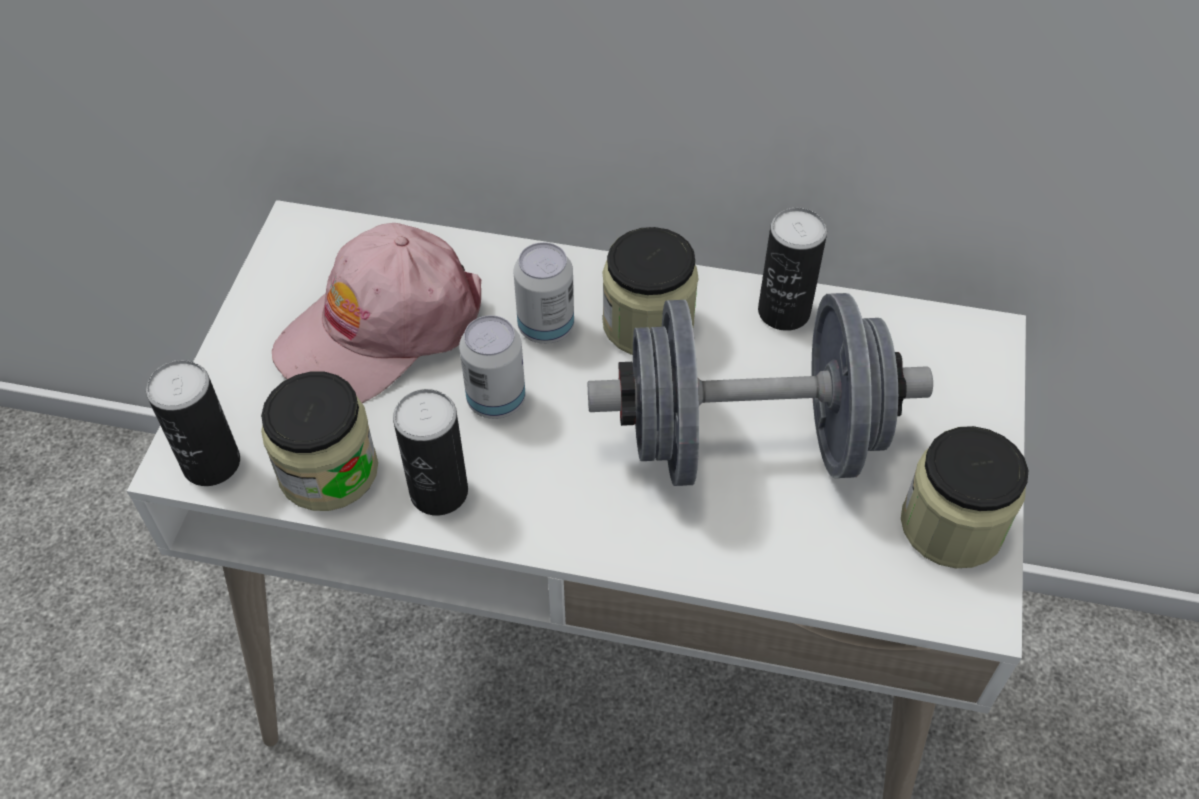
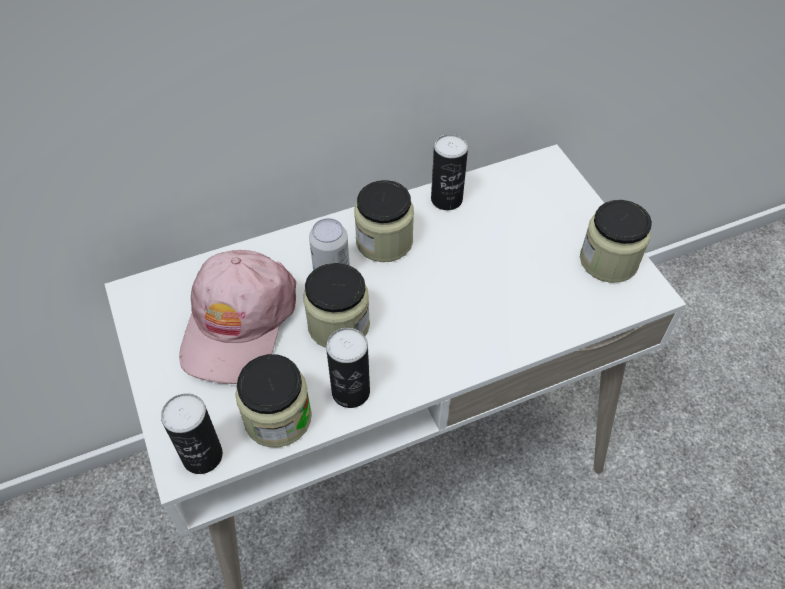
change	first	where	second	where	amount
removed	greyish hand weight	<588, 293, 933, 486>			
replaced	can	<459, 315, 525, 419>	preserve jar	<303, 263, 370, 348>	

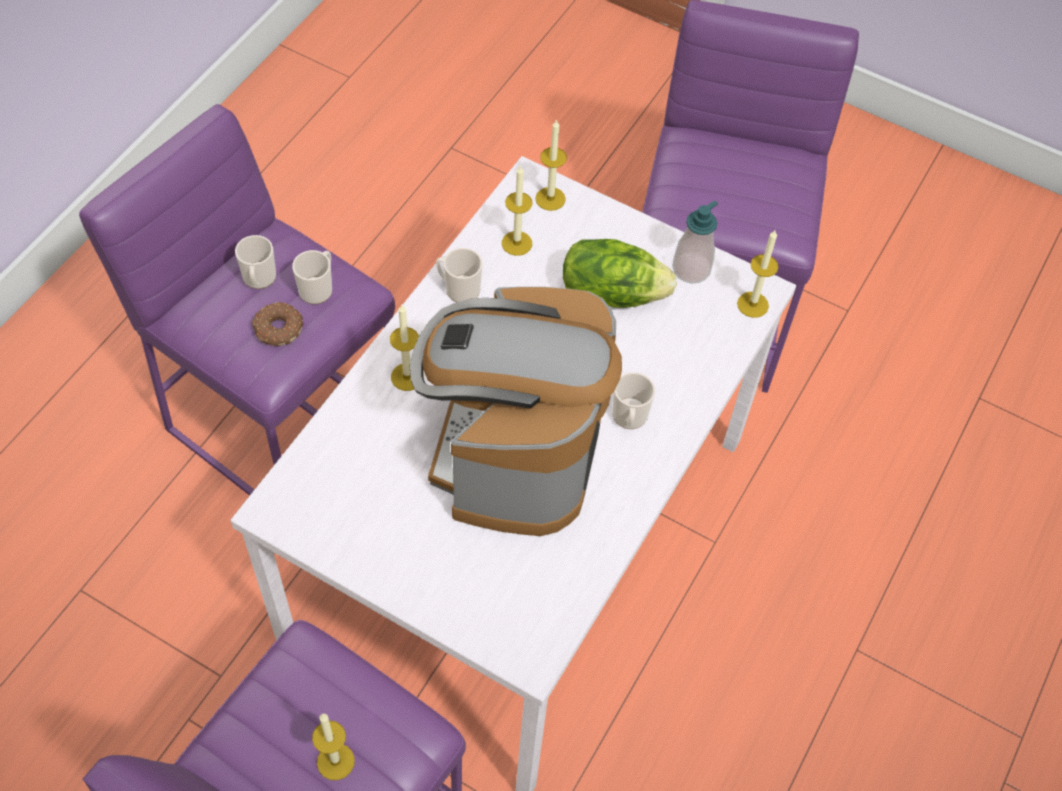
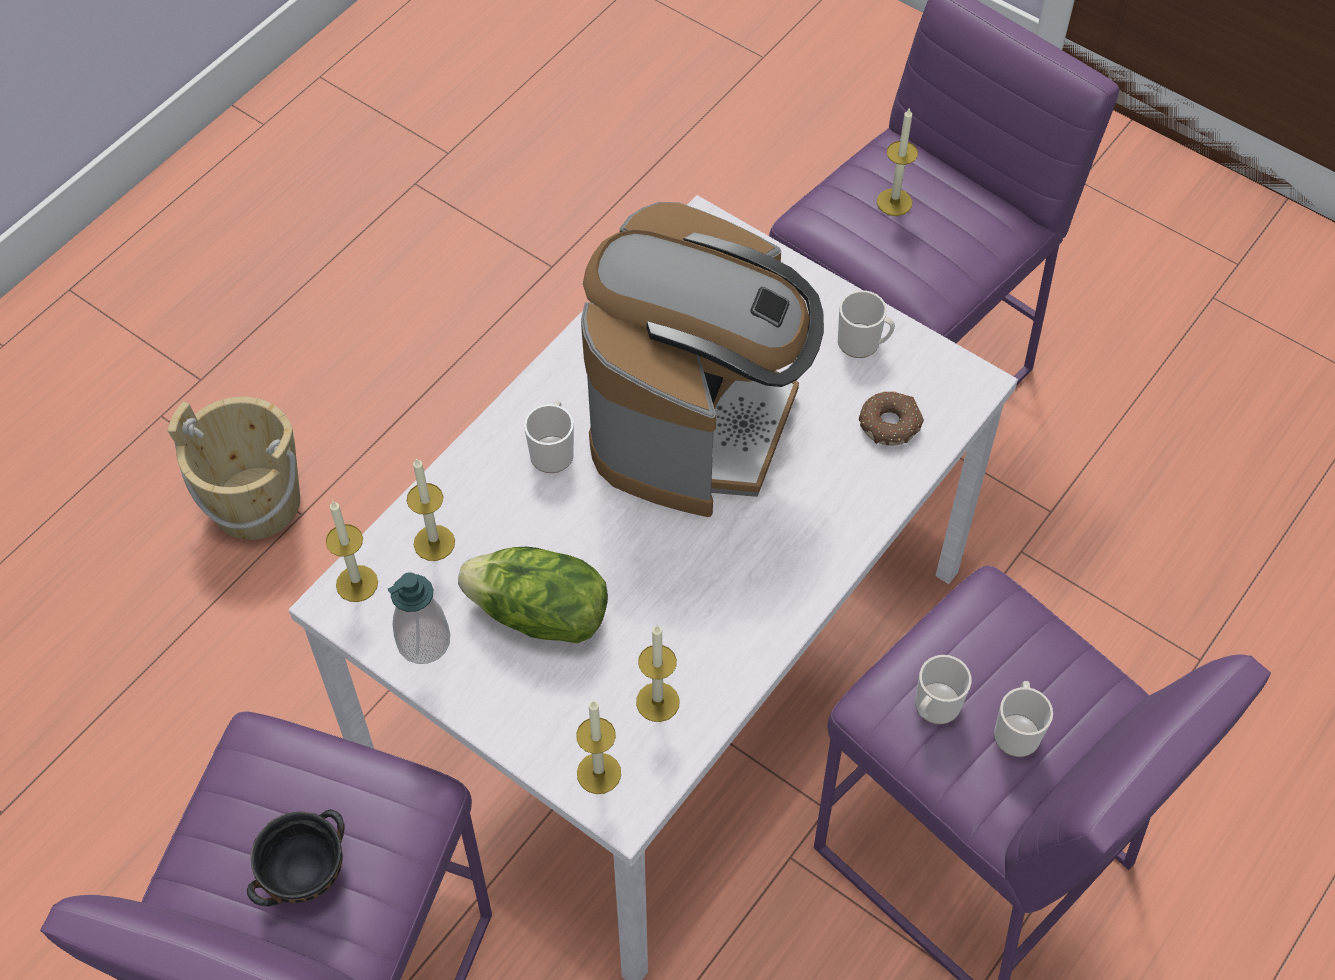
change	first	where	second	where	amount
added			beige water bucket	<168, 397, 300, 540>	
added			black-coloured bowl	<247, 809, 345, 906>	
moved	doughnut	<252, 302, 304, 347>		<859, 391, 924, 446>	
moved	candle	<390, 305, 424, 391>		<407, 458, 455, 561>	
moved	coffee mug	<436, 248, 482, 302>		<838, 290, 895, 358>	

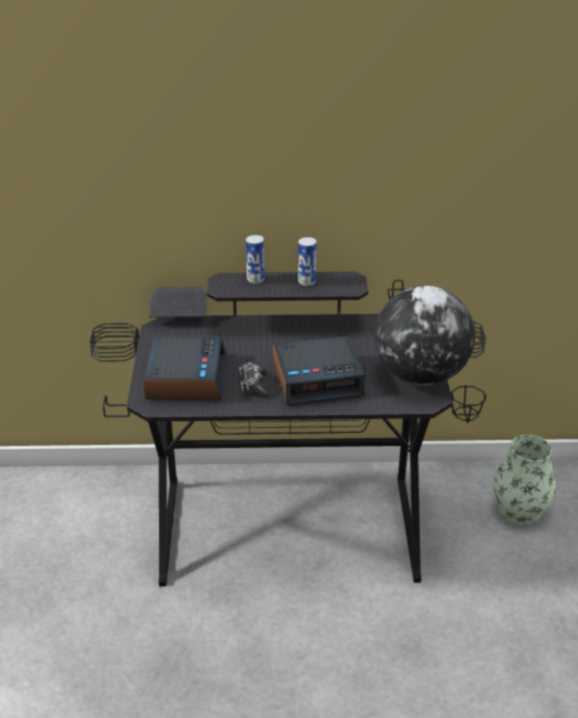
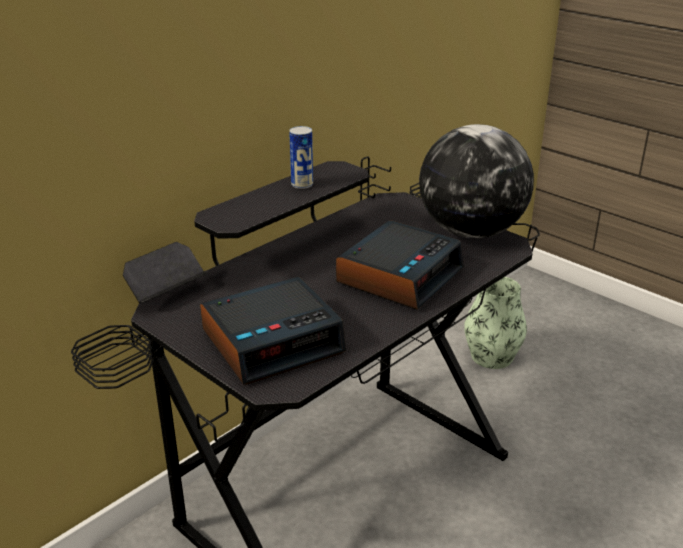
change	first	where	second	where	amount
removed	gamepad	<239, 362, 270, 398>			
removed	can	<246, 235, 265, 284>			
turned	alarm clock	<144, 335, 227, 400>		<200, 277, 346, 385>	105 degrees clockwise

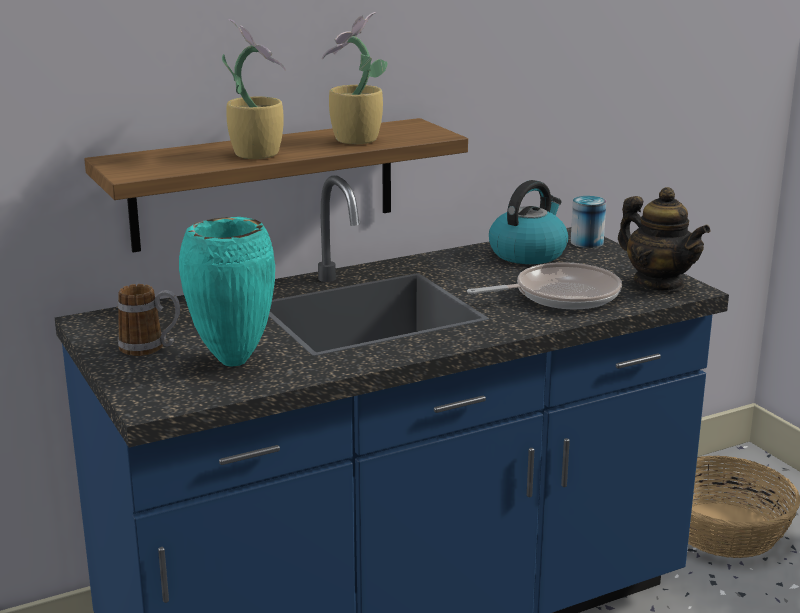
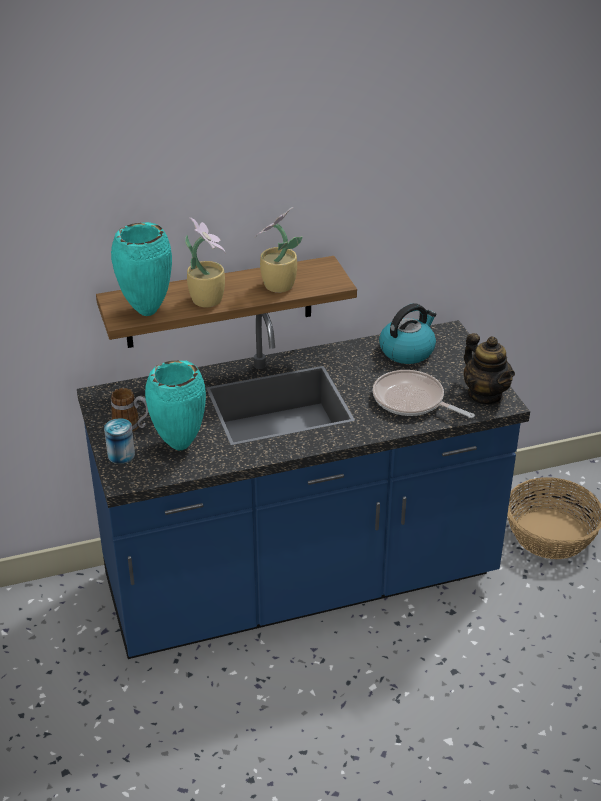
change	first	where	second	where	amount
added			turquoise-coloured decorative vase	<111, 222, 172, 316>	
moved	can	<571, 196, 606, 248>		<104, 418, 135, 464>	
turned	frying pan	<467, 262, 622, 309>		<373, 370, 475, 418>	135 degrees counterclockwise

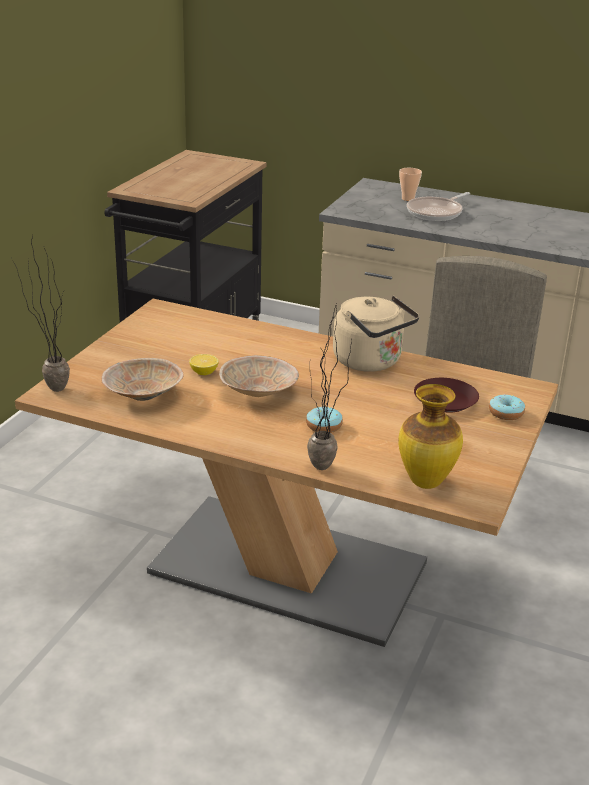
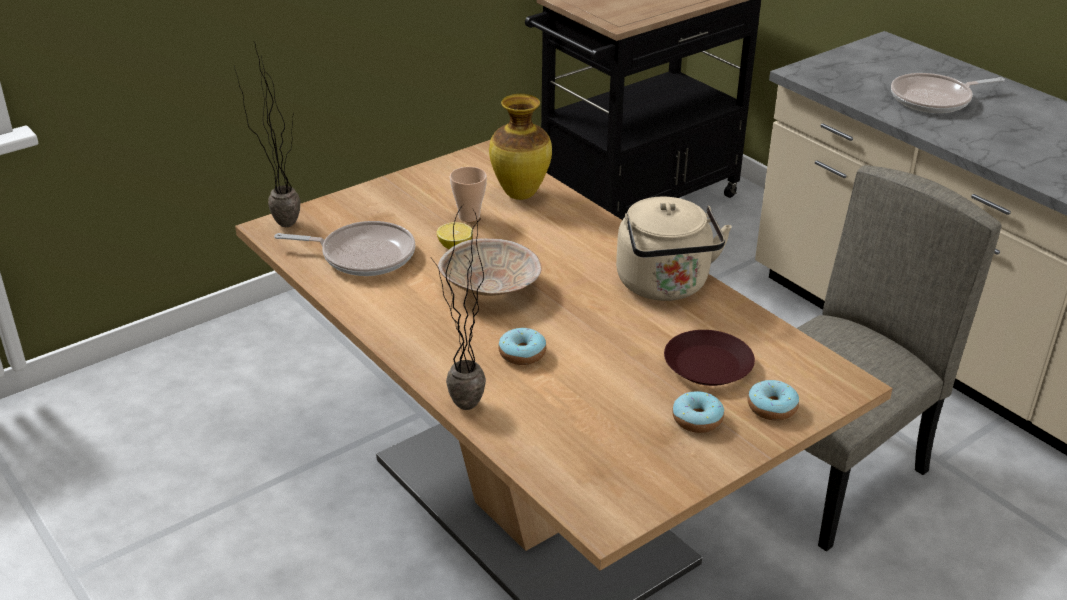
change	first	where	second	where	amount
added			doughnut	<672, 391, 724, 433>	
moved	drinking cup	<399, 168, 422, 201>		<450, 167, 487, 222>	
moved	decorative vase	<399, 384, 463, 489>		<489, 94, 552, 200>	
replaced	beige bowl	<101, 358, 183, 401>	frying pan	<274, 221, 415, 276>	

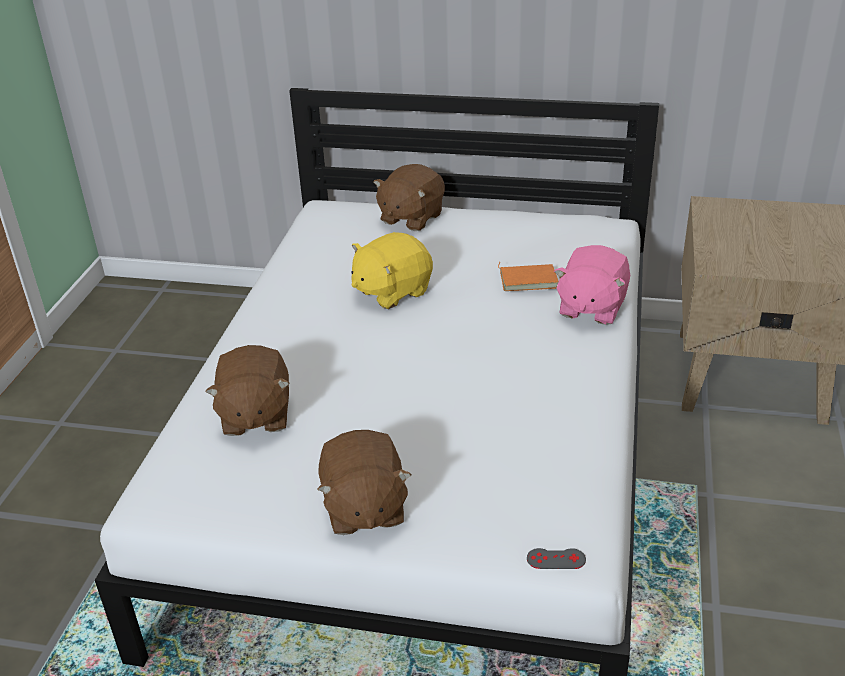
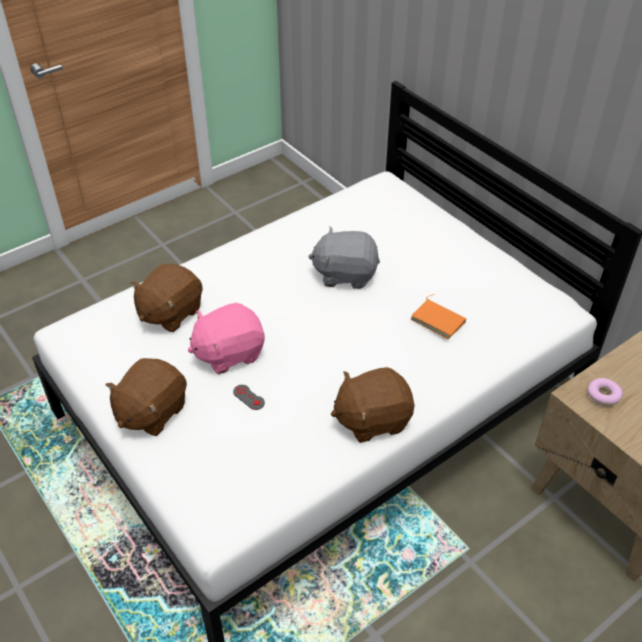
change	first	where	second	where	amount
added			doughnut	<587, 378, 623, 407>	
moved	brown-coloured plush toy	<373, 164, 445, 231>		<331, 367, 415, 443>	
moved	greyish gamepad	<527, 548, 586, 569>		<233, 385, 265, 410>	
moved	pink plush toy	<554, 245, 630, 325>		<188, 303, 265, 374>	
recoloured	yellow-coloured plush toy	<351, 232, 433, 309>	greyish plush toy	<308, 227, 380, 289>	

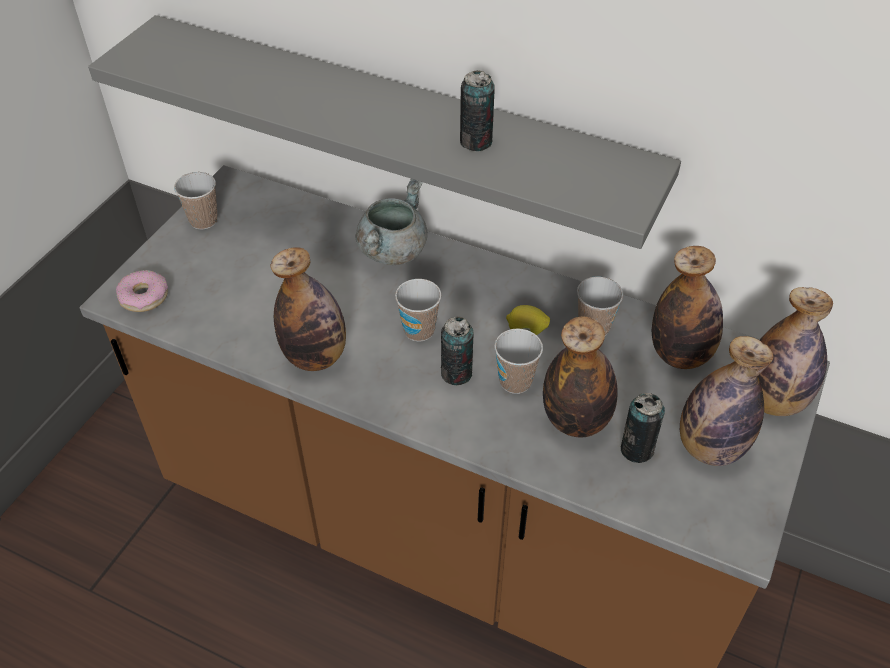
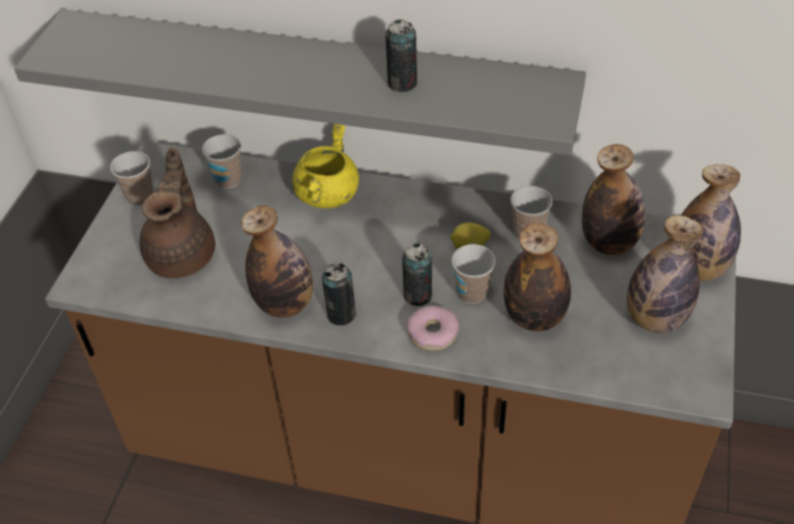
change	first	where	second	where	amount
added			brown-coloured pot for tea	<140, 147, 215, 278>	
moved	doughnut	<116, 270, 168, 312>		<407, 306, 459, 351>	
moved	drinking cup	<395, 279, 441, 342>		<202, 134, 242, 188>	
moved	can	<621, 393, 665, 463>		<322, 263, 356, 326>	
recoloured	greyish saucepot	<356, 179, 427, 265>	yellow-coloured saucepot	<292, 124, 359, 208>	

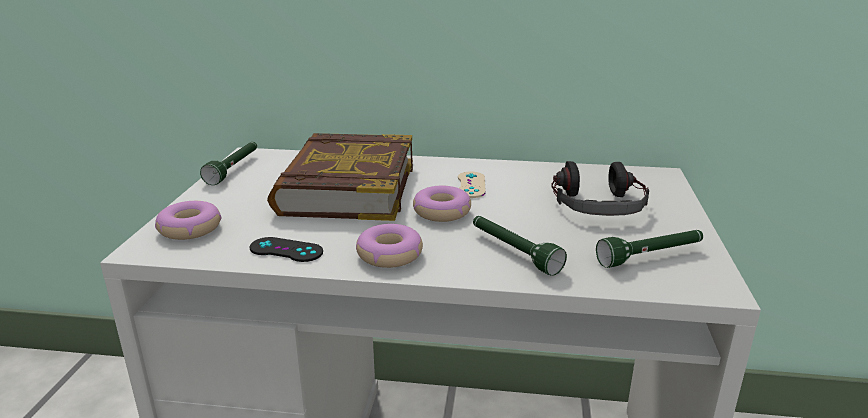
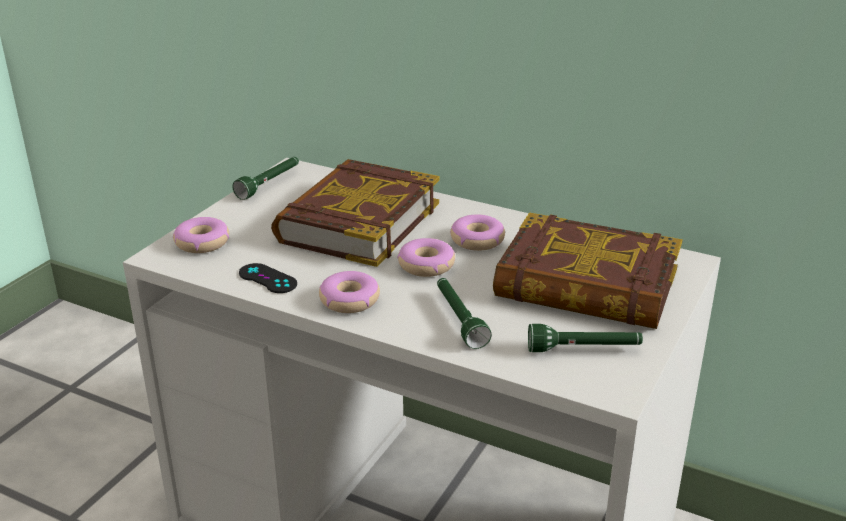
change	first	where	second	where	amount
replaced	beige gamepad	<458, 172, 486, 198>	doughnut	<450, 214, 505, 251>	
replaced	pair of headphones	<551, 161, 649, 216>	book	<493, 213, 683, 329>	

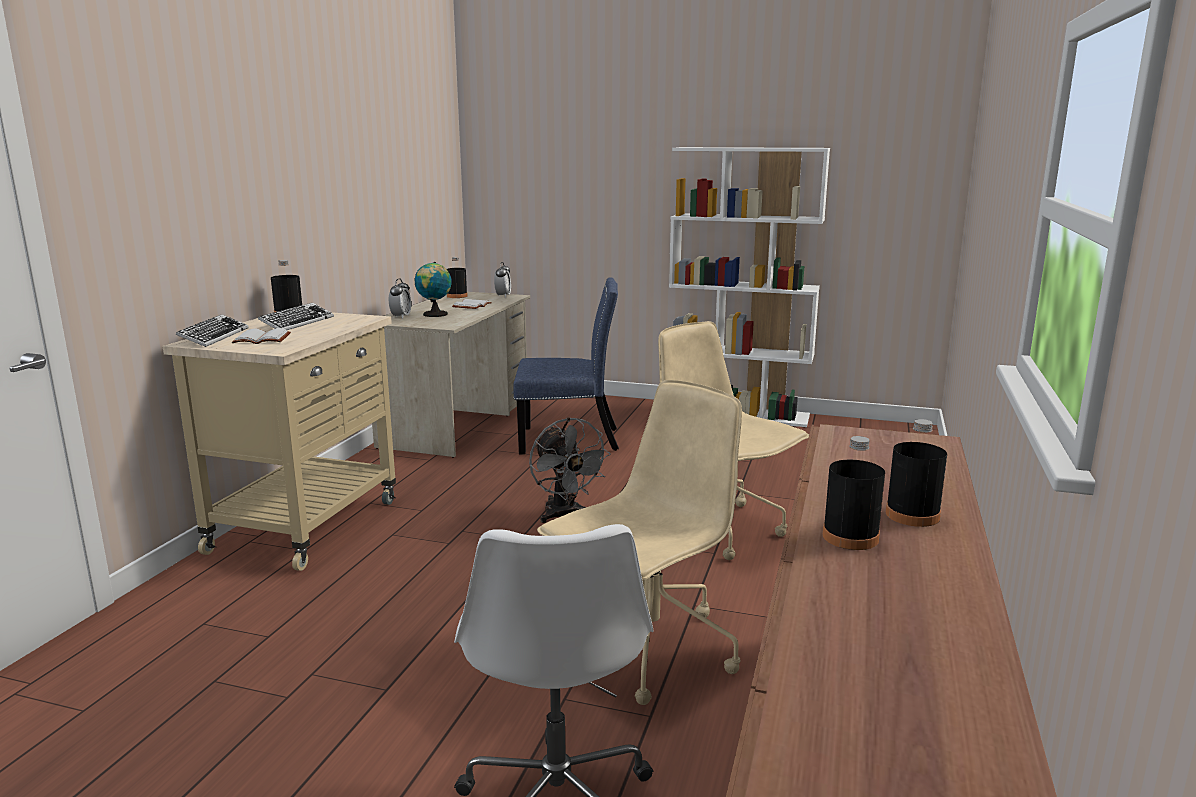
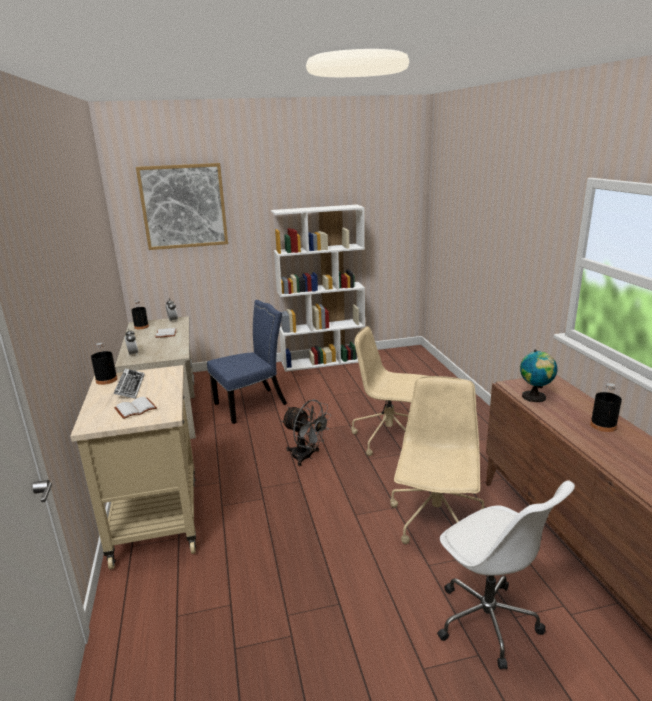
change	first	where	second	where	amount
removed	PC keyboard	<176, 315, 249, 347>			
removed	black-coloured bottle	<823, 436, 885, 550>			
added			wall picture	<136, 163, 228, 250>	
moved	world globe	<415, 262, 452, 317>		<520, 350, 557, 402>	

